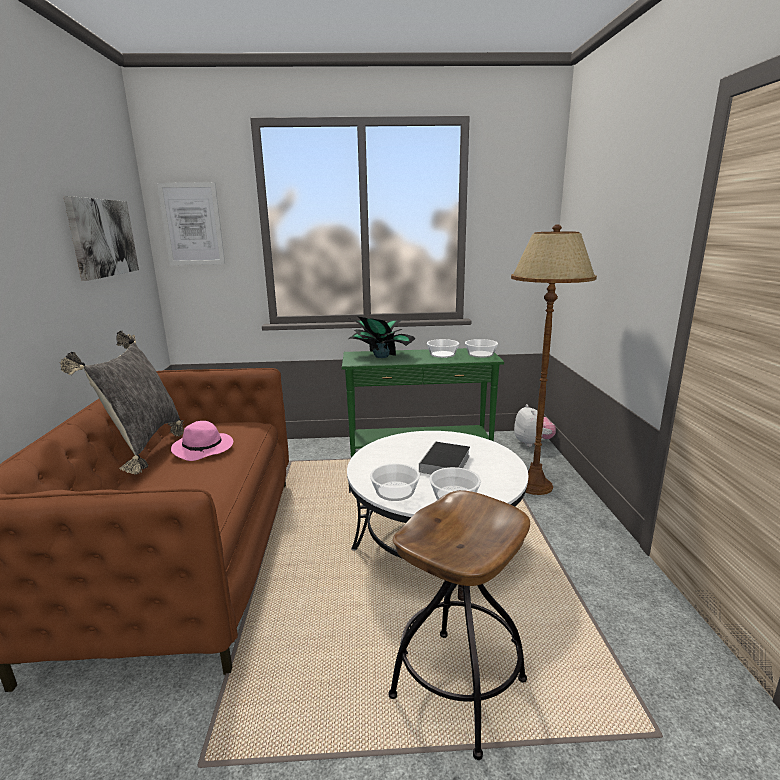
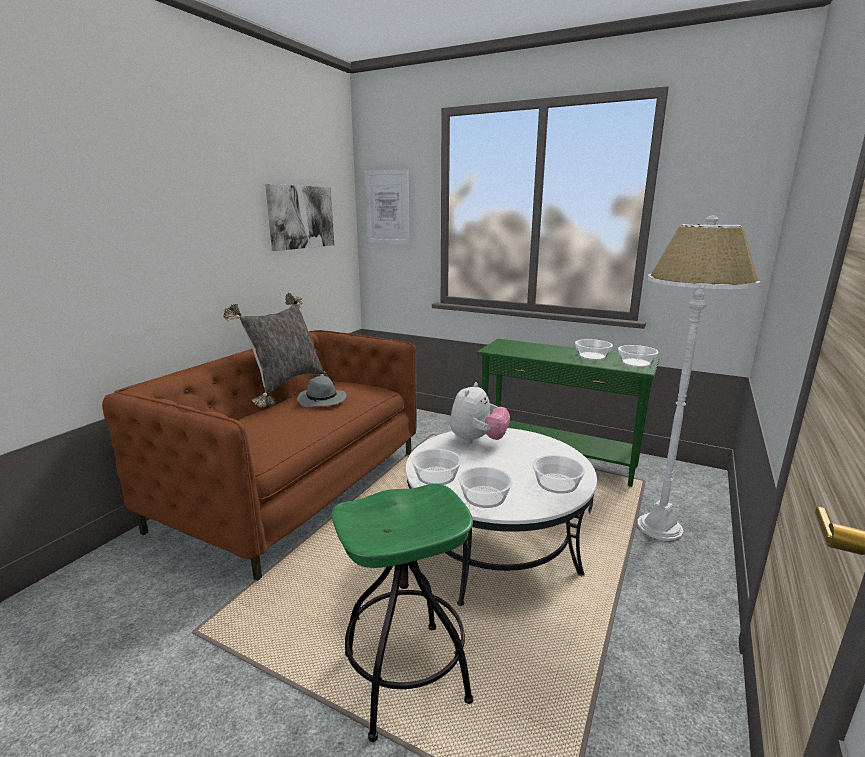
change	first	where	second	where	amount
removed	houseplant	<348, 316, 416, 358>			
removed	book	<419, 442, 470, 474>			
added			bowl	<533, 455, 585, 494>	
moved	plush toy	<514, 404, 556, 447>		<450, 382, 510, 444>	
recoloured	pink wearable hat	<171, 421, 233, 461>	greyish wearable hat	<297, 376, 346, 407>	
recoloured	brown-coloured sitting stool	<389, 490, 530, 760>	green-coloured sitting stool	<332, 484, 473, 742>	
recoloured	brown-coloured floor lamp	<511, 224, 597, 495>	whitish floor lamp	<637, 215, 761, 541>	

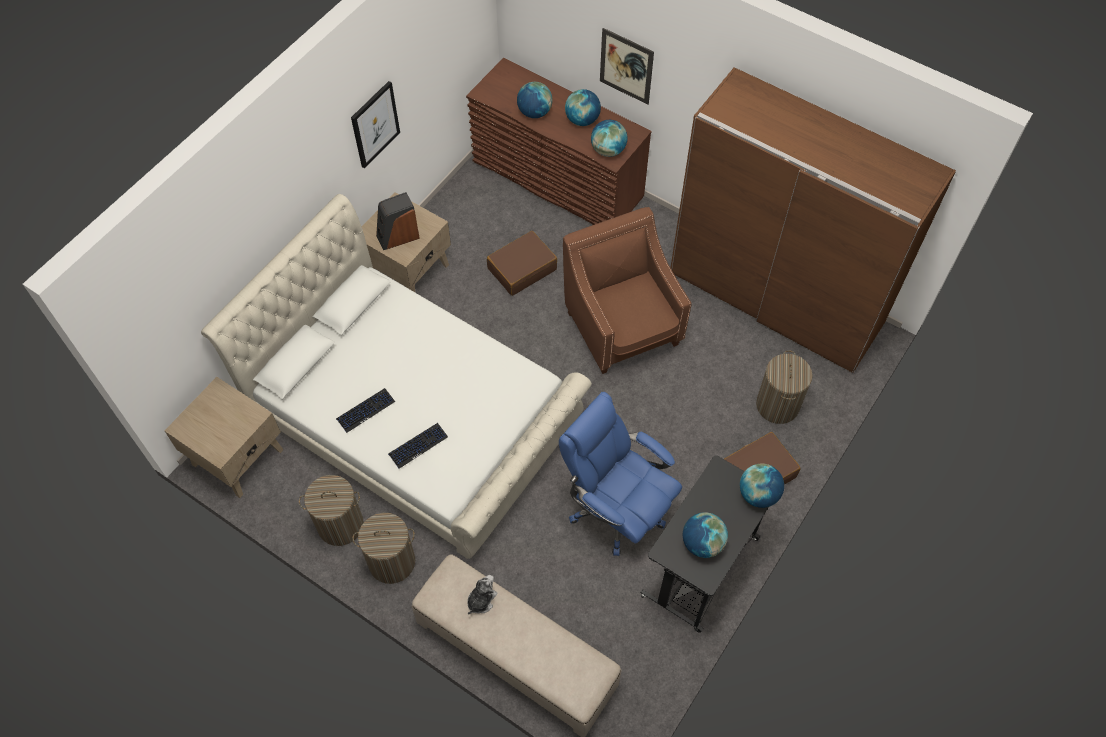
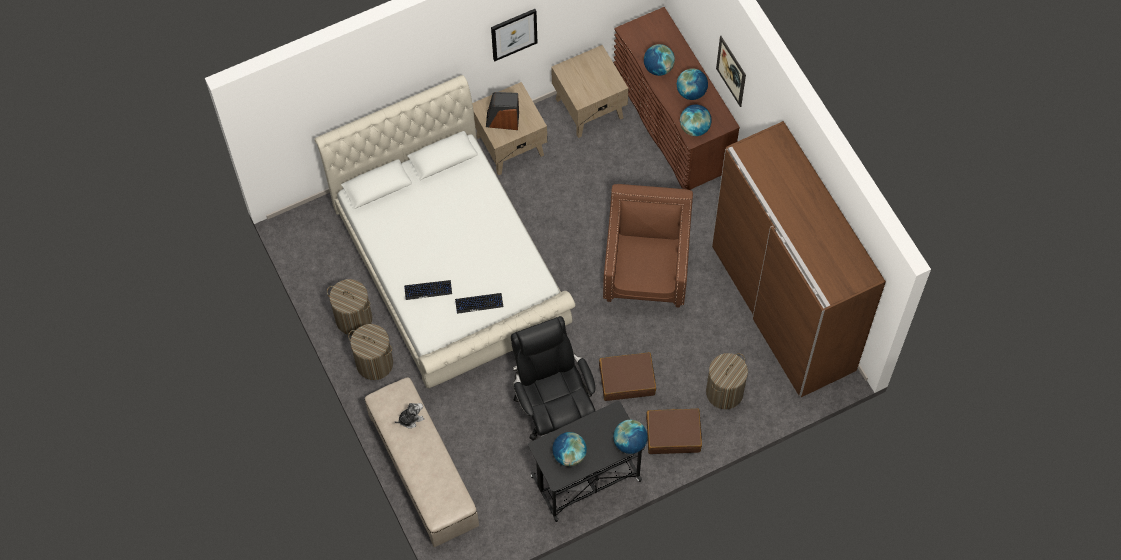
change	first	where	second	where	amount
moved	beige night table	<164, 377, 284, 498>		<551, 45, 628, 138>	
moved	PC keyboard	<336, 388, 395, 433>		<455, 293, 503, 314>	
moved	brown-coloured suitcase	<487, 231, 557, 296>		<599, 352, 656, 401>	
recoloured	blue desk chair	<559, 392, 682, 556>	black-coloured desk chair	<511, 316, 596, 440>	

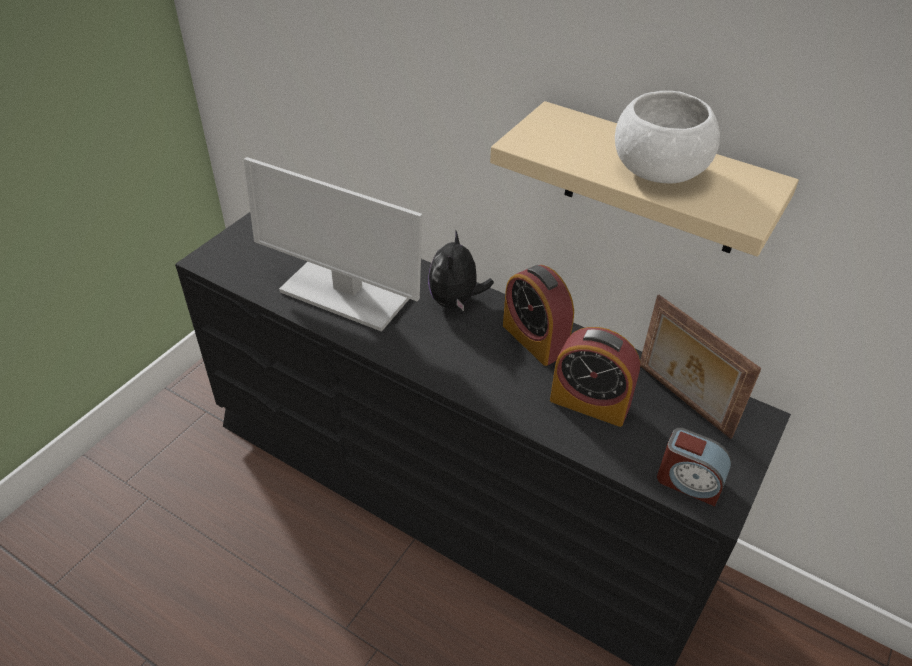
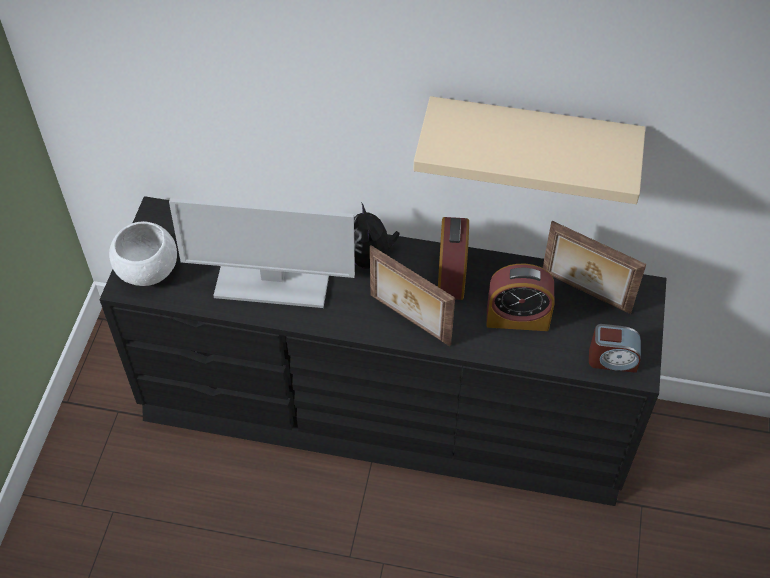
change	first	where	second	where	amount
added			standing frame	<370, 245, 455, 347>	
moved	whitish bowl	<615, 91, 720, 184>		<109, 221, 177, 286>	
turned	alarm clock	<503, 265, 574, 366>		<438, 217, 469, 300>	120 degrees counterclockwise

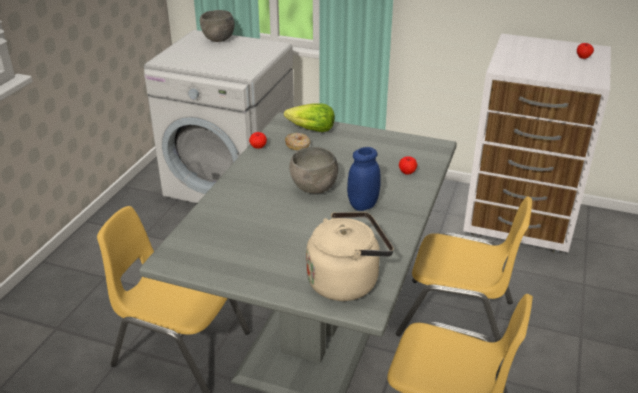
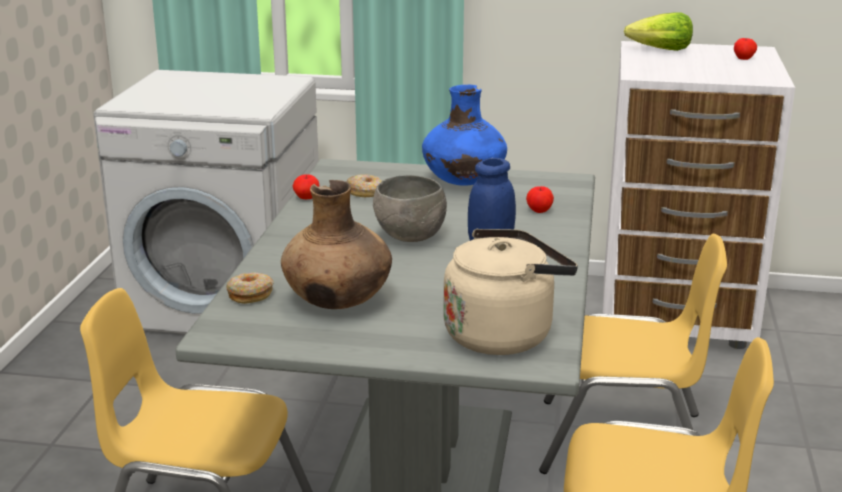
change	first	where	second	where	amount
removed	greyish bowl	<200, 10, 235, 42>			
added			doughnut	<227, 272, 274, 304>	
added			brown-coloured decorative vase	<281, 180, 392, 309>	
added			blue decorative vase	<422, 85, 507, 186>	
moved	lettuce	<284, 103, 335, 132>		<624, 12, 693, 51>	

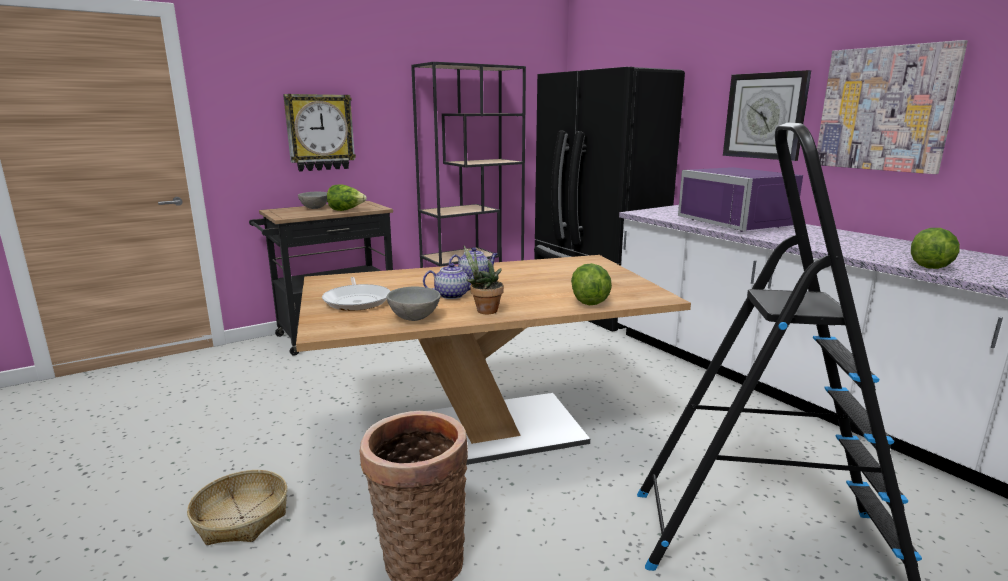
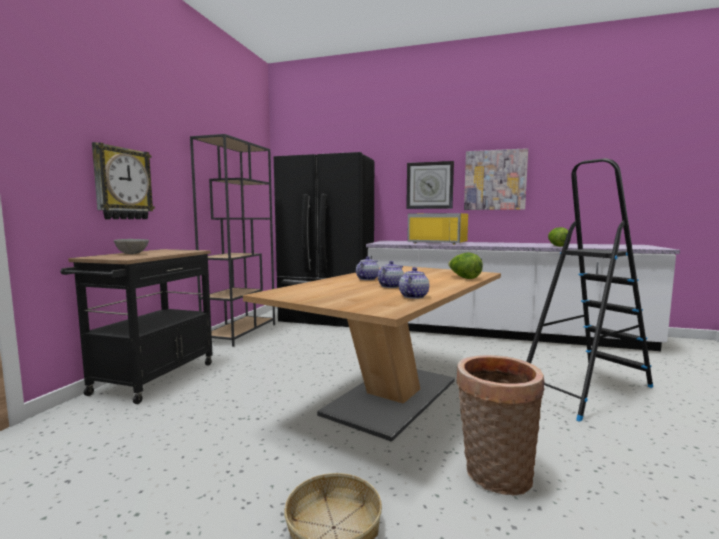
change	first	where	second	where	amount
removed	frying pan	<322, 277, 390, 311>			
removed	lettuce	<327, 184, 367, 211>			
removed	houseplant	<464, 246, 504, 315>			
replaced	greyish bowl	<386, 286, 440, 321>	pot for tea	<399, 267, 429, 299>	
recoloured	purple-coloured kitchen microwave	<678, 167, 803, 232>	yellow-coloured kitchen microwave	<407, 213, 468, 245>	

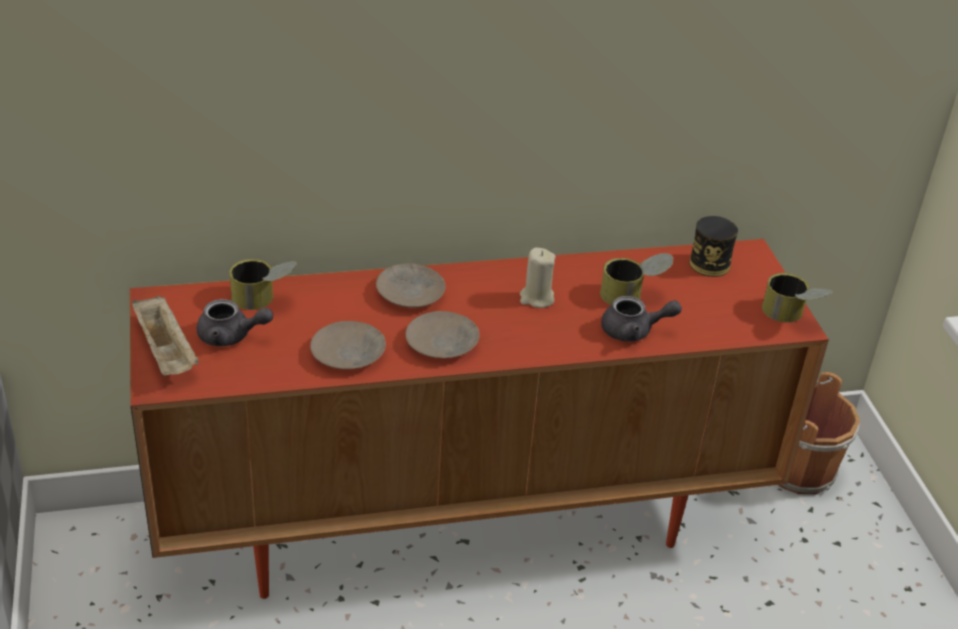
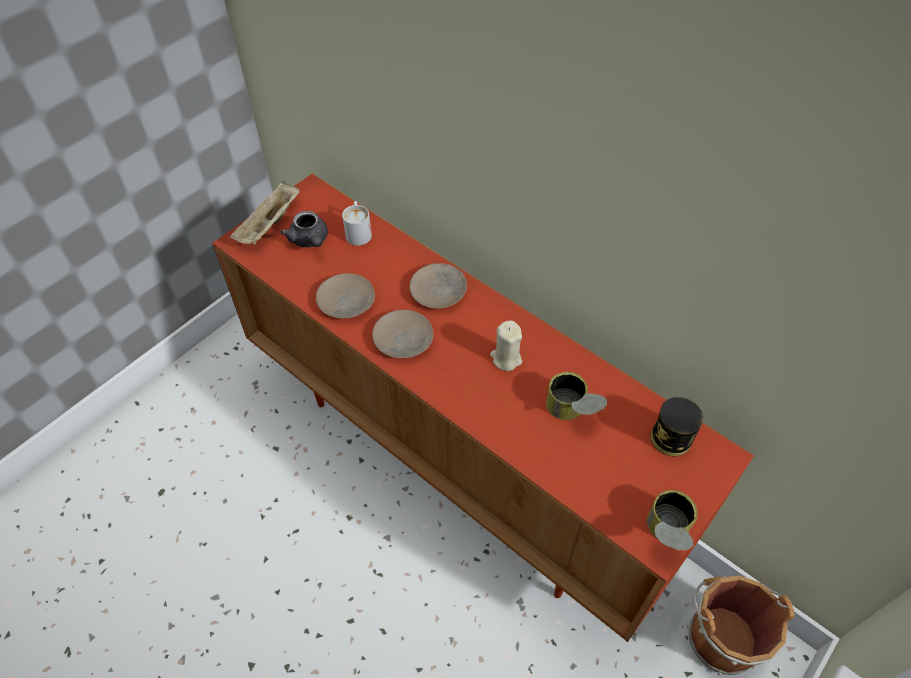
change	first	where	second	where	amount
removed	greyish pot for tea	<601, 296, 682, 342>			
replaced	can	<229, 259, 297, 310>	whitish coffee mug	<342, 201, 372, 246>	

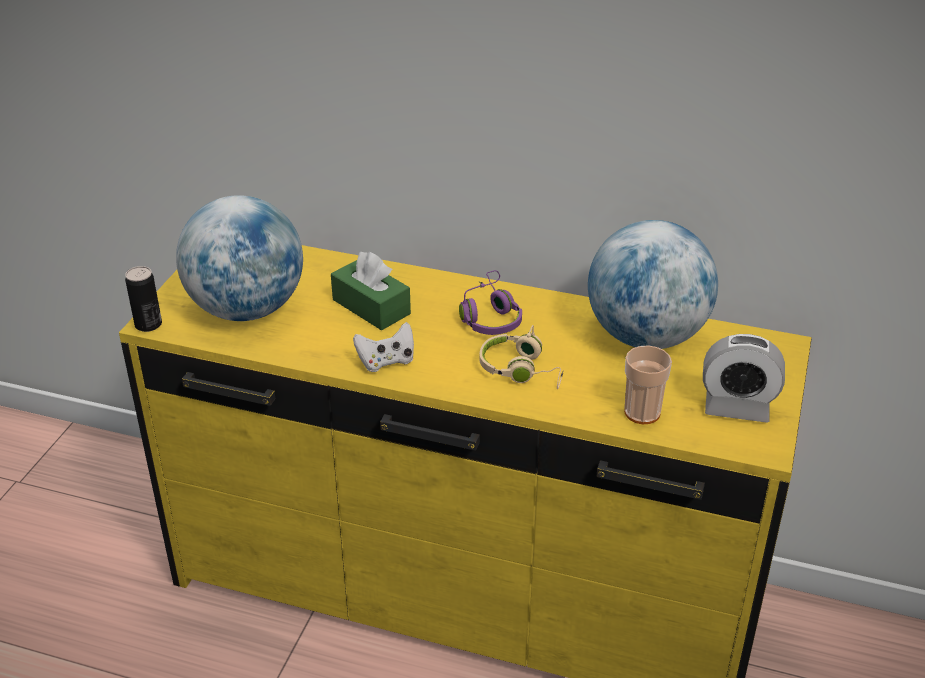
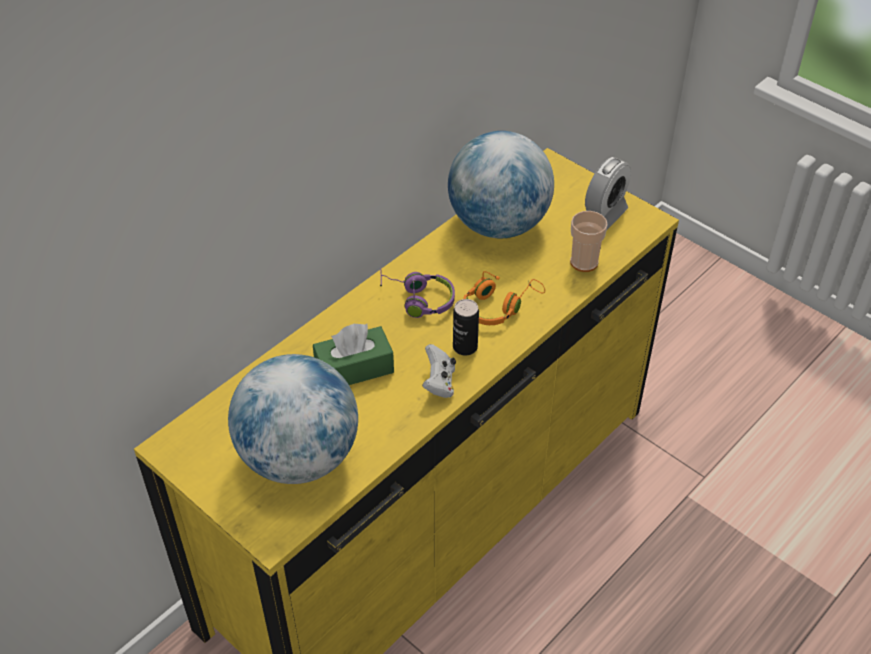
change	first	where	second	where	amount
moved	can	<125, 266, 162, 332>		<453, 299, 479, 355>	
recoloured	beige pair of headphones	<479, 325, 563, 389>	orange pair of headphones	<463, 271, 545, 325>	

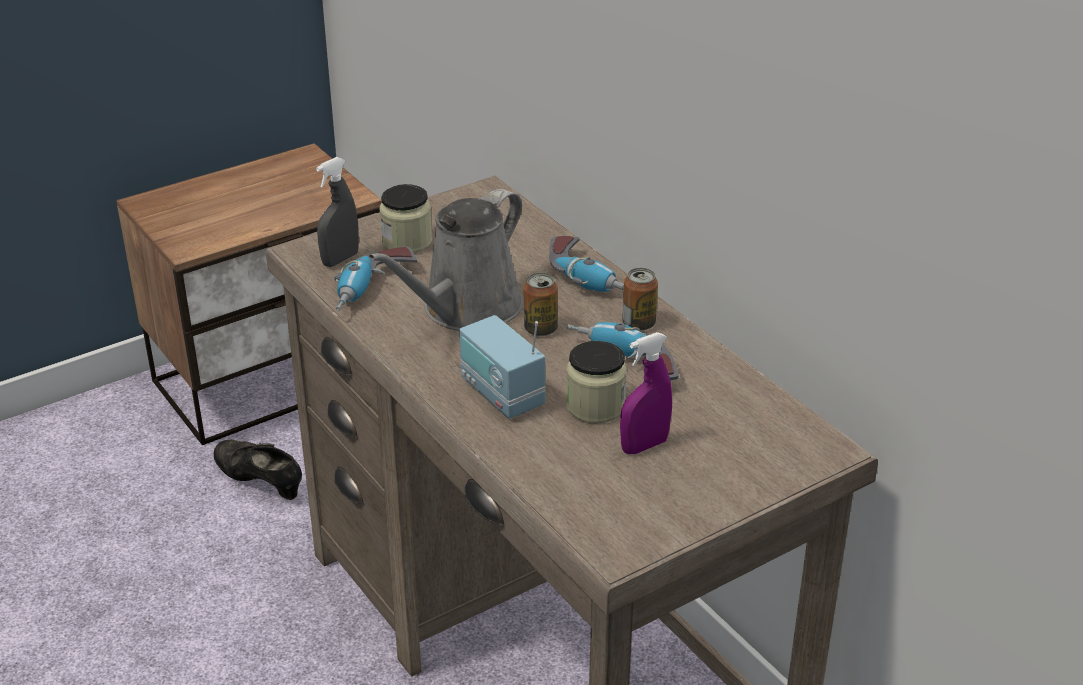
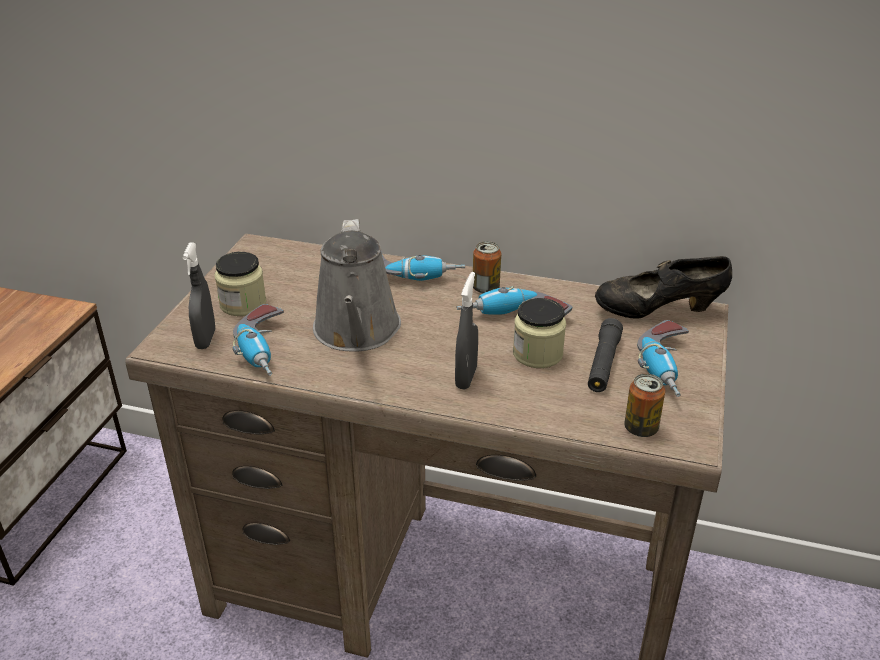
change	first	where	second	where	amount
added			electric drill	<637, 320, 689, 397>	
moved	black-coloured low shoe	<214, 440, 302, 500>		<595, 256, 732, 318>	
moved	can	<524, 273, 558, 336>		<624, 374, 665, 437>	
replaced	radio	<459, 315, 545, 419>	greyish spray bottle	<455, 272, 478, 390>	
replaced	purple-coloured spray bottle	<620, 332, 672, 454>	black-coloured flashlight	<588, 318, 623, 392>	

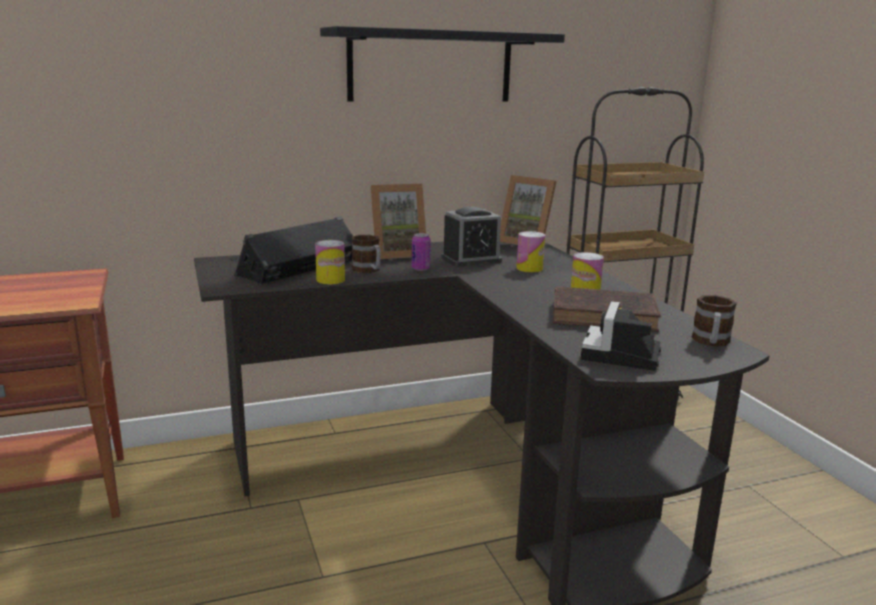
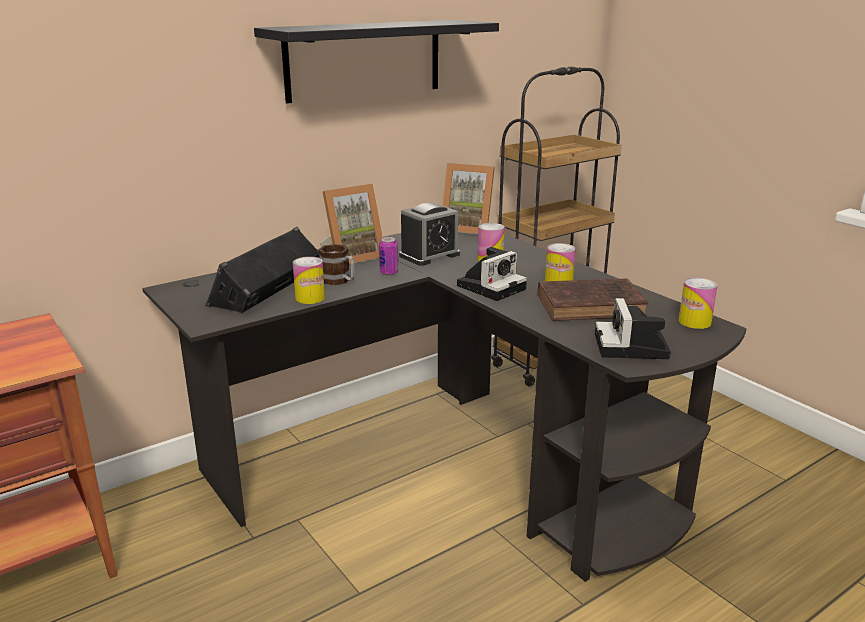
change	first	where	second	where	amount
added			photo camera	<457, 247, 527, 301>	
replaced	coffee mug	<692, 295, 737, 346>	can	<679, 277, 718, 329>	

